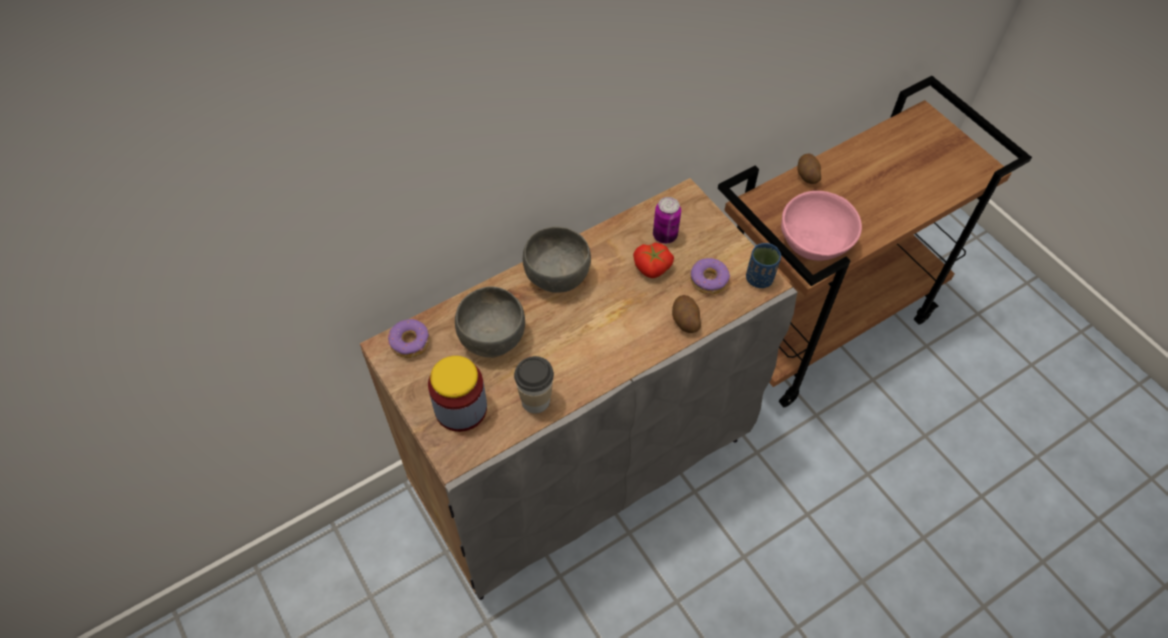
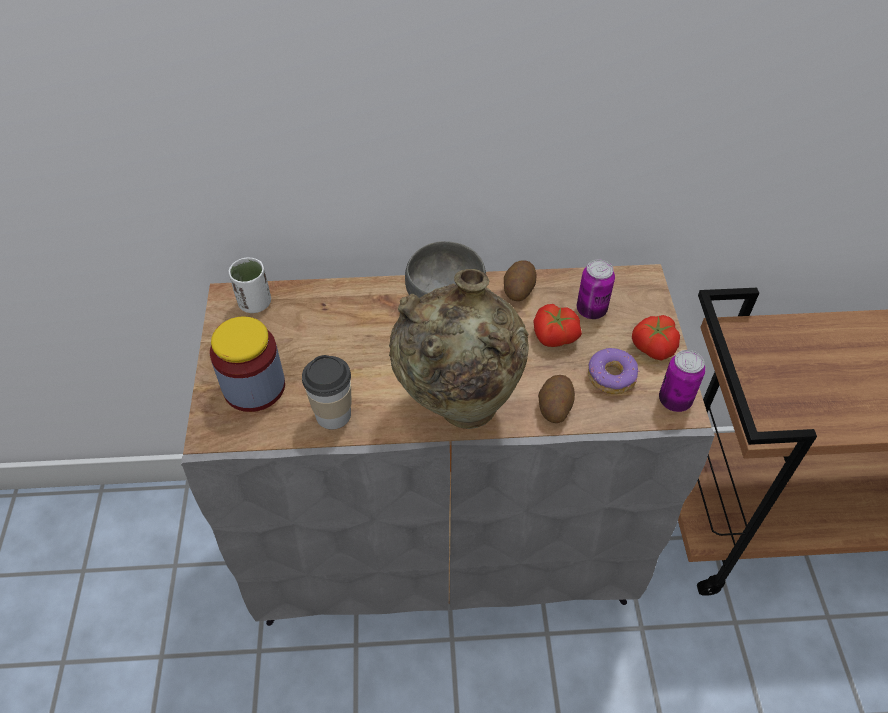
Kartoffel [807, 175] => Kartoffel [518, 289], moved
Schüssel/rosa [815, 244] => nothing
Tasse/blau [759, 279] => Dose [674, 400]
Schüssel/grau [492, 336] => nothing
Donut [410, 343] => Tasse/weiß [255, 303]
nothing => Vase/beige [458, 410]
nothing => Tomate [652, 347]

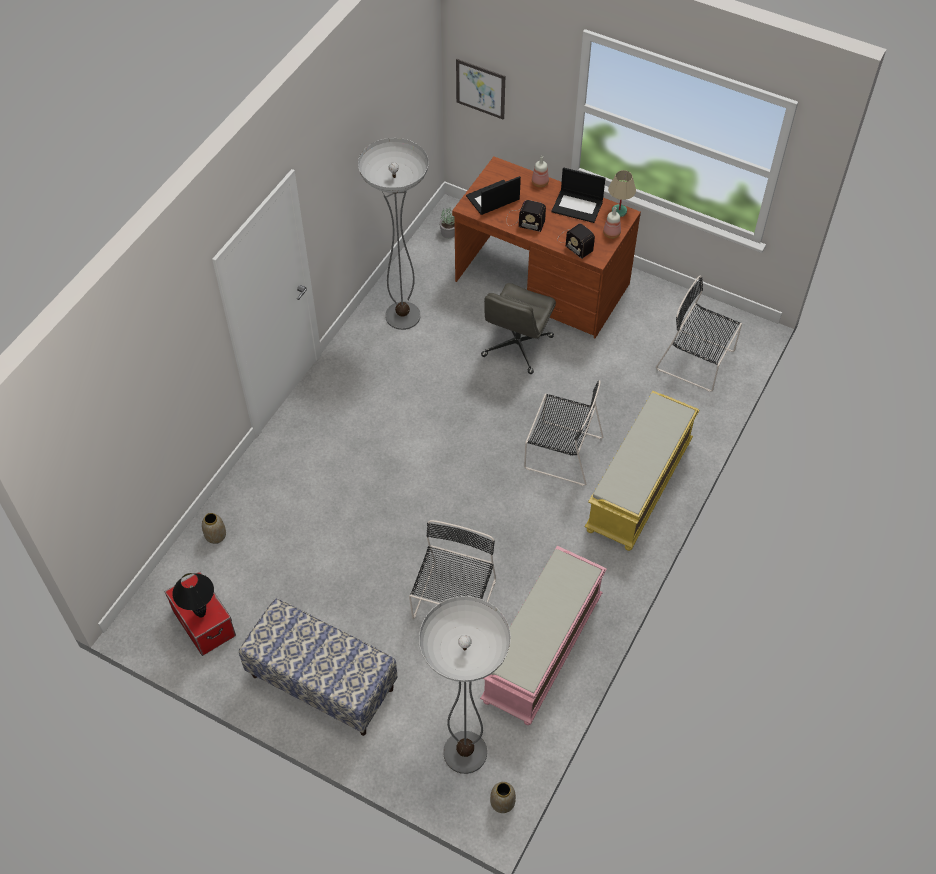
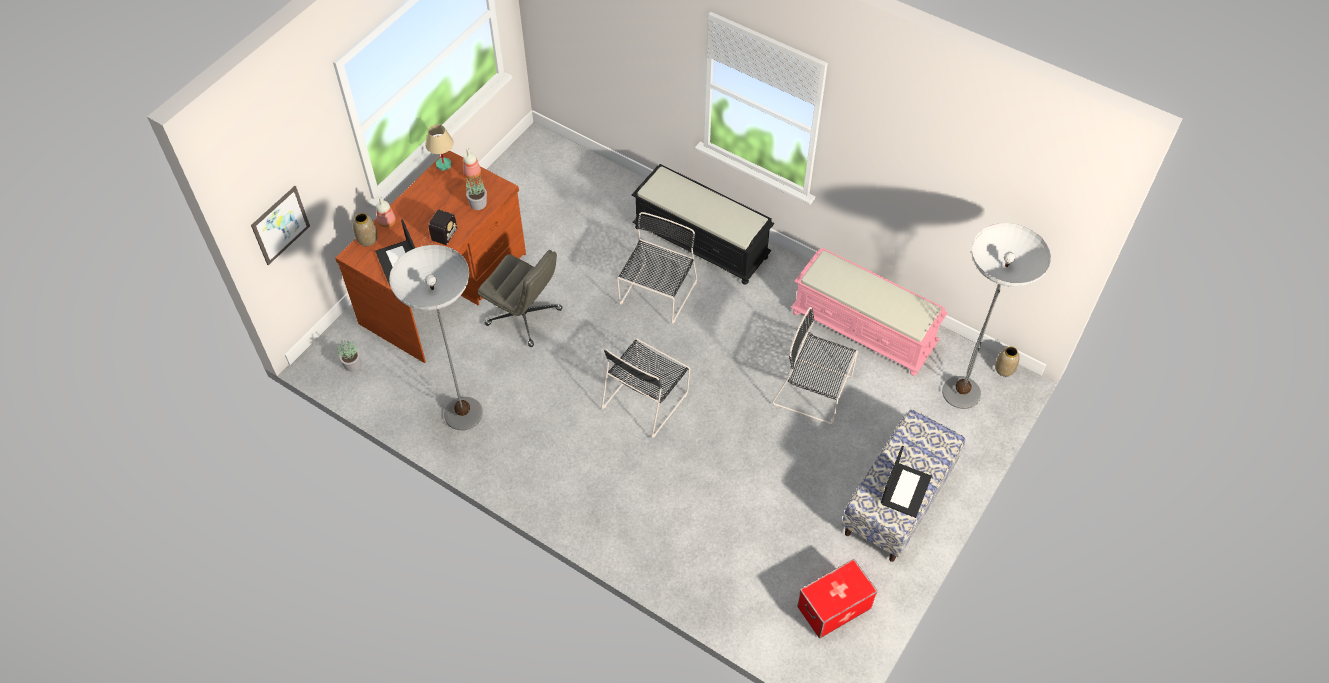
Laptop [578, 206] => Laptop [905, 489], moved
Radio [574, 242] => Topfpflanze [478, 203]
Stuhl/schwarz [697, 361] => Stuhl/schwarz [646, 398], moved
Bank/gelb [639, 487] => Bank/schwarz [702, 242]
Vase [215, 536] => Vase [367, 240], moved
Tischlampe/schwarz [201, 614] => nothing

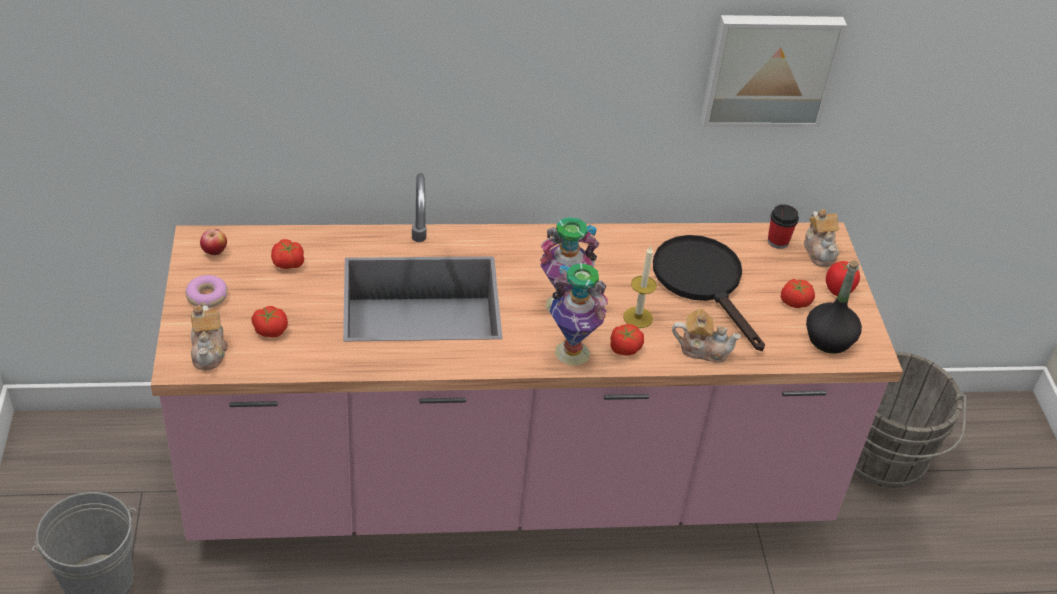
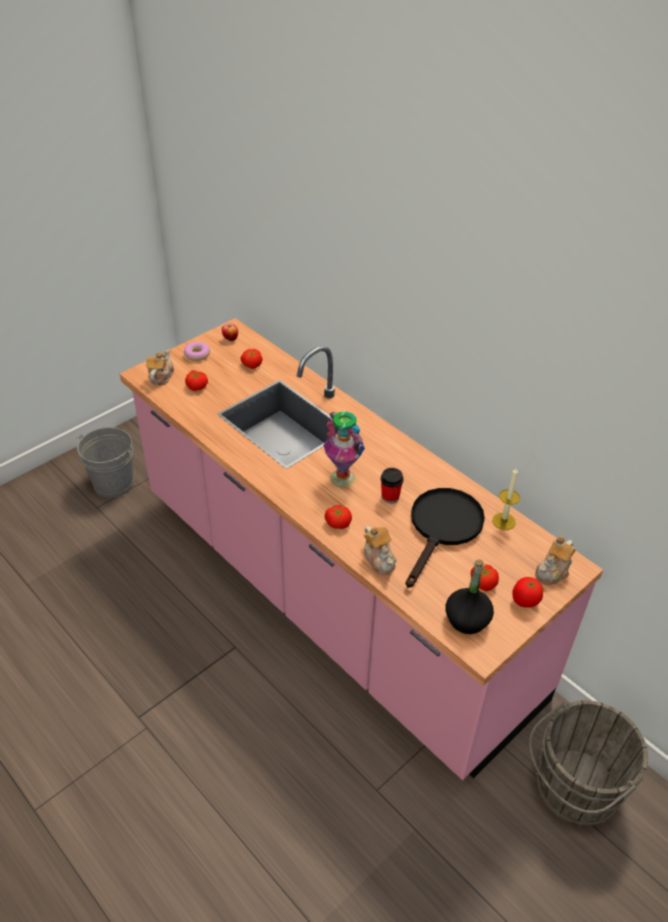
Bild [770, 68] => nothing
Tasse [778, 241] => Tasse [390, 497], moved
Kerze [638, 317] => Kerze [503, 521], moved
Vase [571, 353] => nothing
Teekanne [209, 350] => Teekanne [161, 376], 150 degrees clockwise

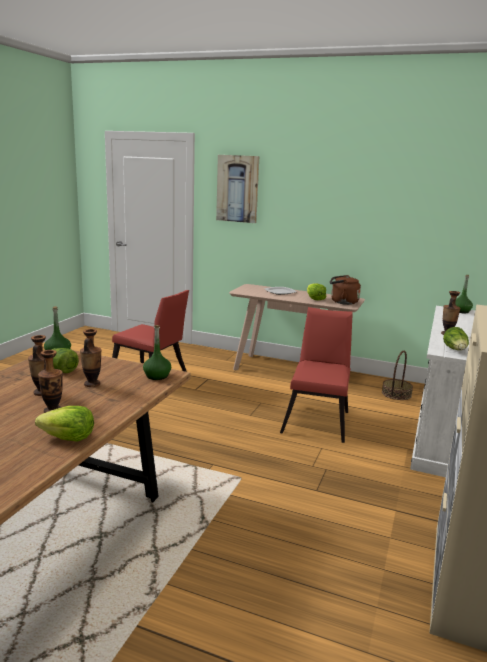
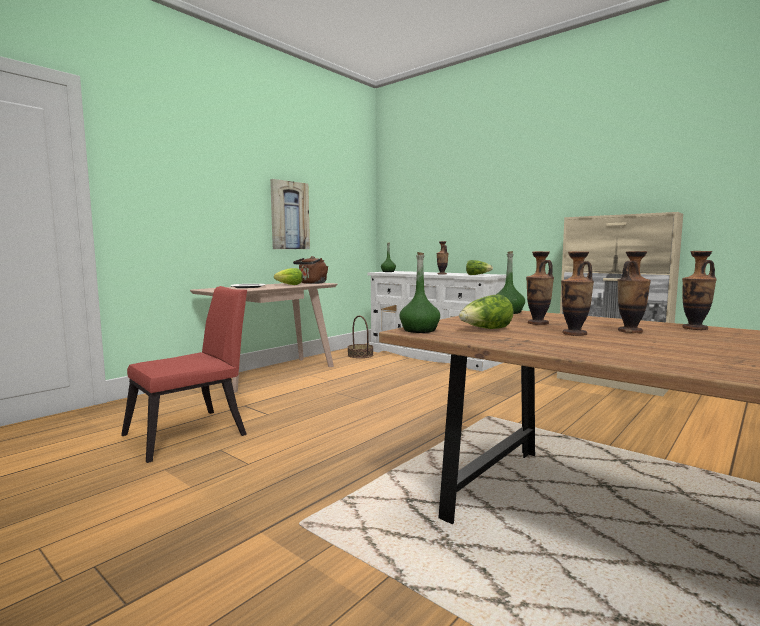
Bild [237, 189] => Bild [289, 215], moved
Stuhl/rot [317, 419] => nothing
Salatkopf [68, 438] => Vase [694, 328]

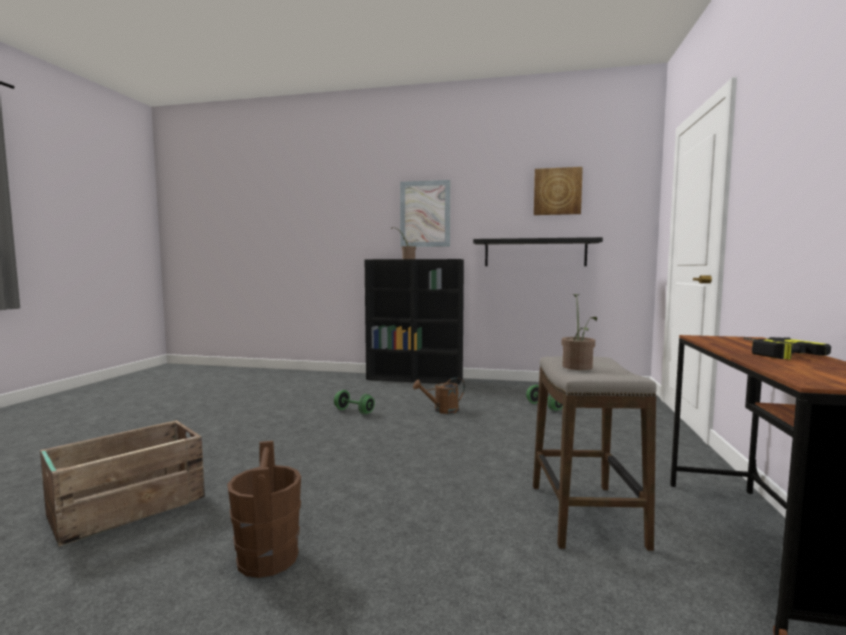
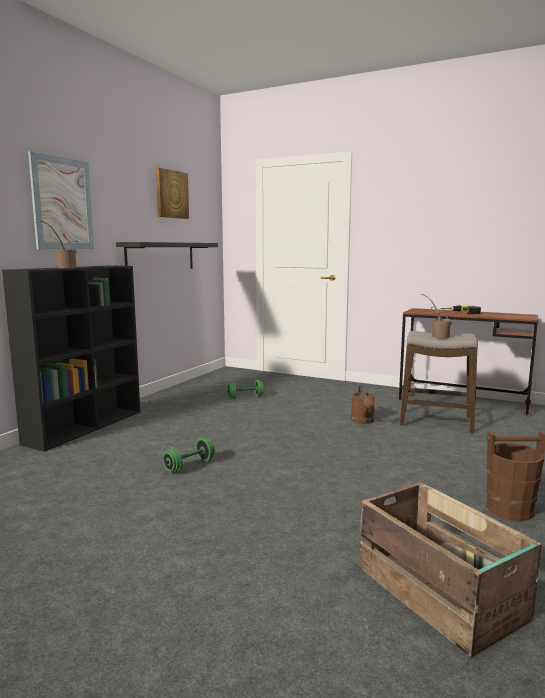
Gießkanne/braun [442, 410] => Gießkanne/braun [363, 421], moved

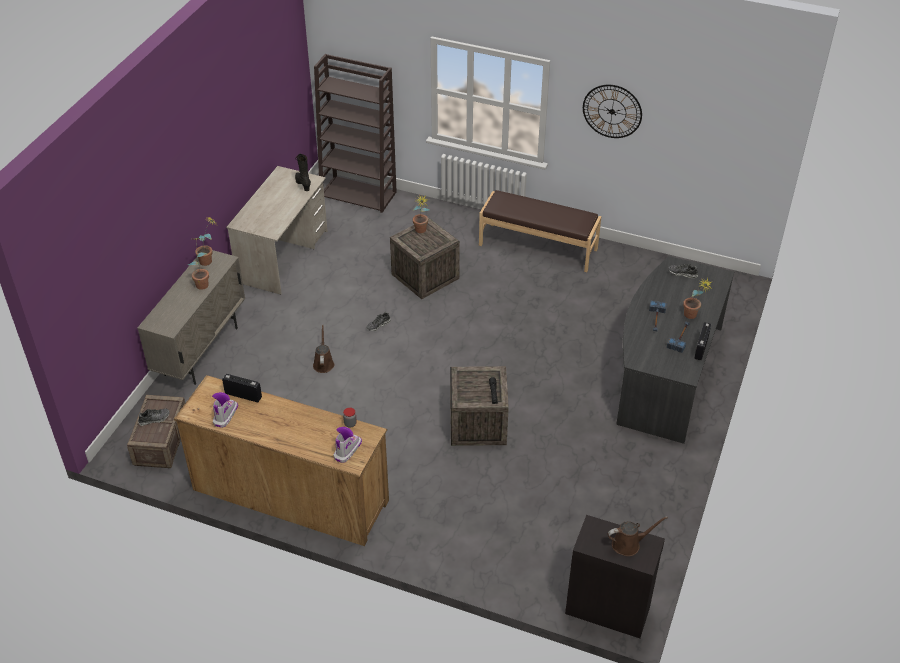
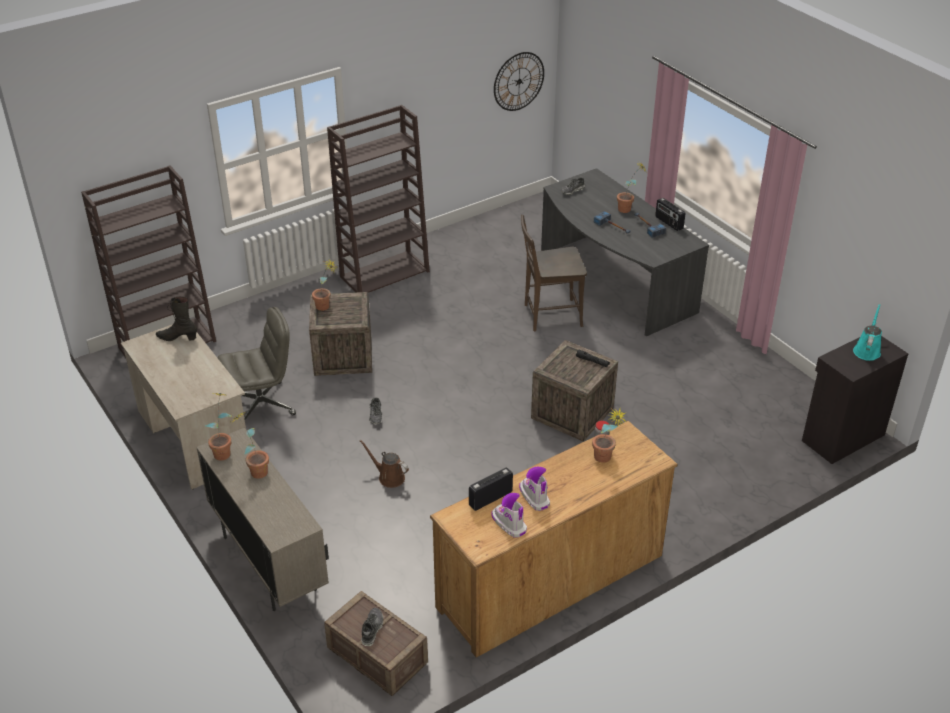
Wanduhr [612, 111] => Wanduhr [519, 81], moved
Bank/braun [538, 247] => Bücherregal/braun [385, 273]
Stiefel [347, 450] => Stiefel [534, 497], moved
Gießkanne/braun [628, 544] => Gießkanne/türkis [867, 350]
nothing => Stuhl/braun [549, 315]
nothing => Bürostuhl/grau [262, 405]
nothing => Topfpflanze [605, 460]

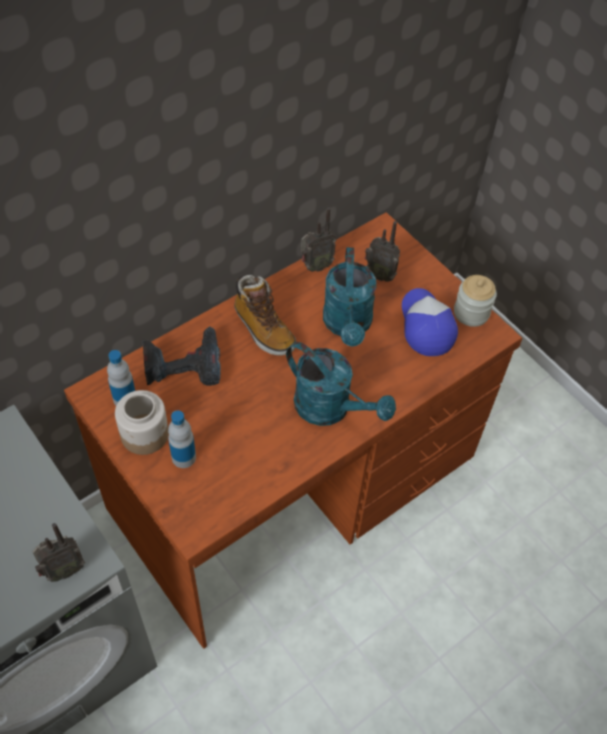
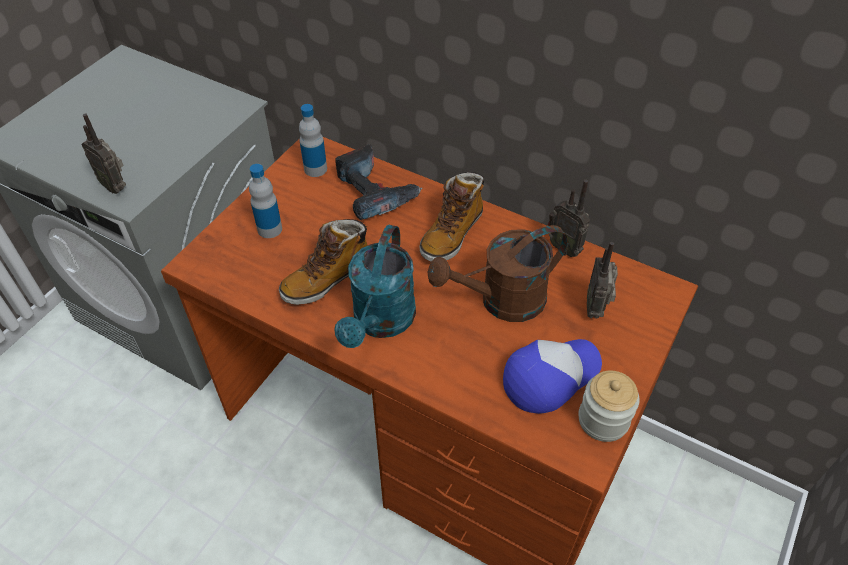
Gießkanne/türkis [348, 325] => Gießkanne/braun [501, 302]
Vorratsglas [145, 434] => nothing
nothing => Stiefel [327, 279]

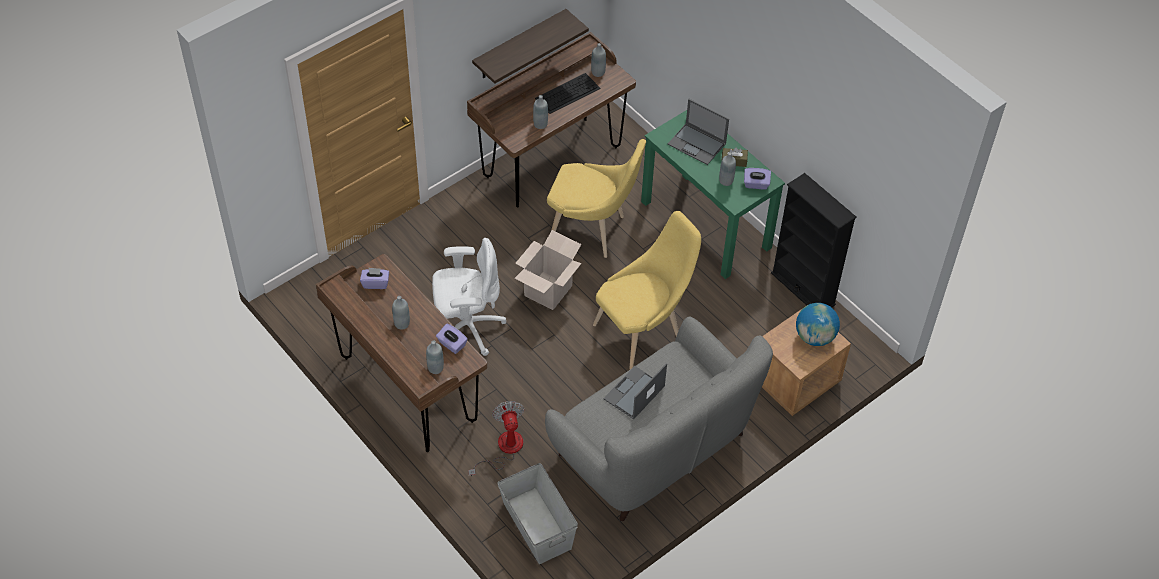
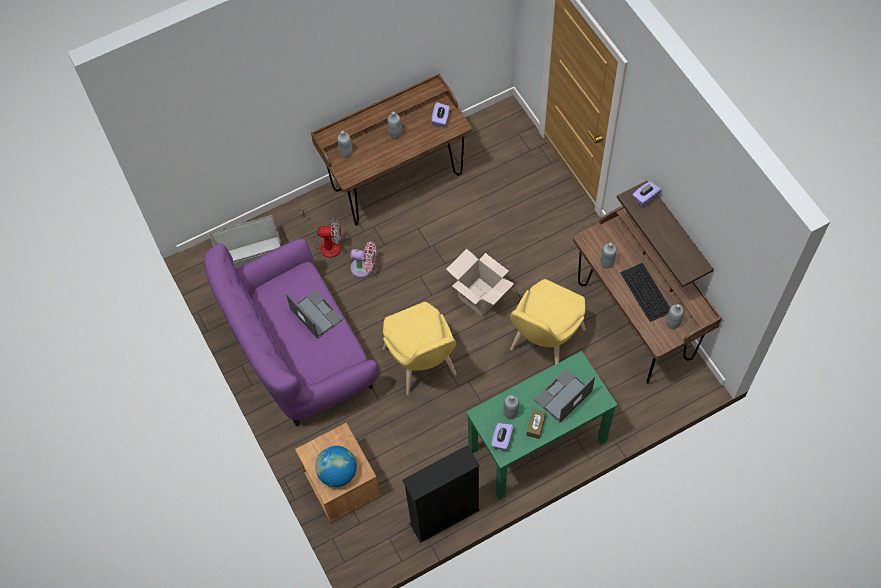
Bürostuhl/weiß [467, 328] => nothing
Sofa/grau [654, 448] => Sofa/lila [300, 353]
Taschentuchbox/lila [452, 344] => Taschentuchbox/lila [645, 198], moved
nothing => Ventilator/rosa [364, 268]

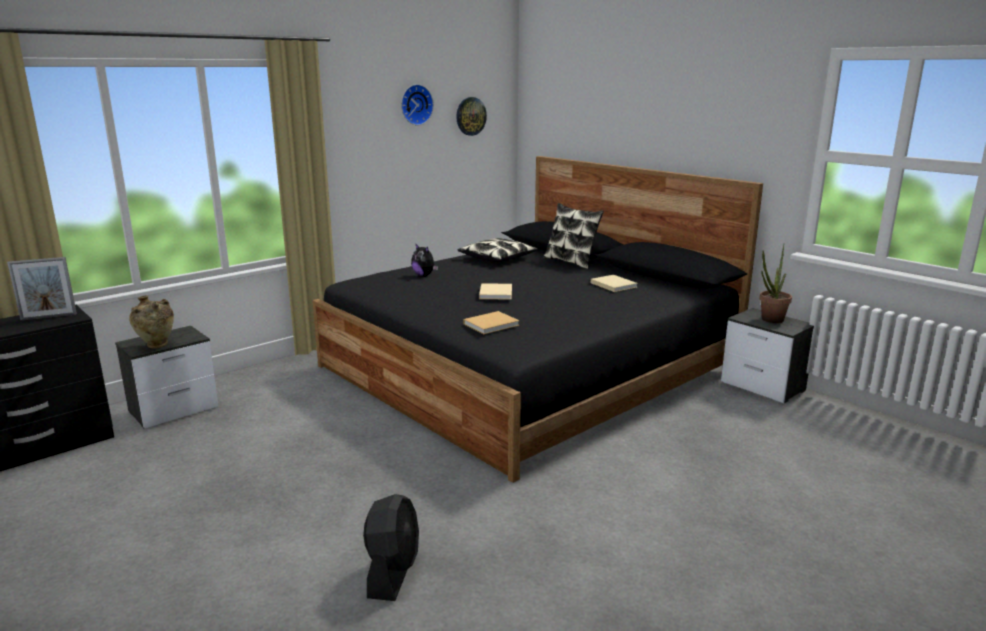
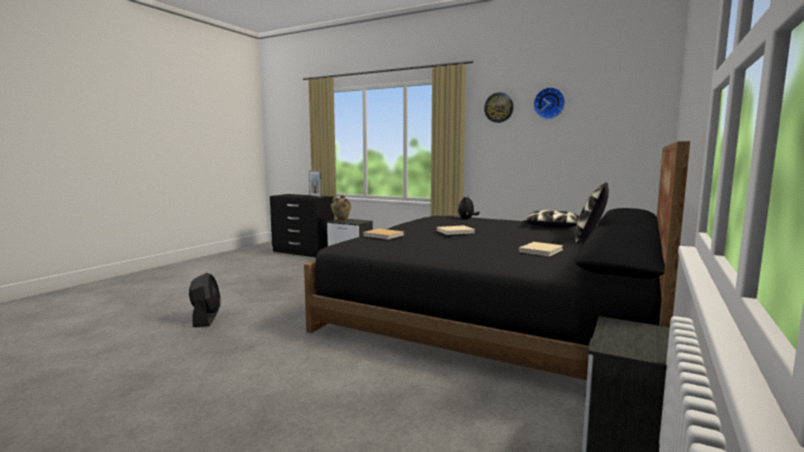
Wanduhr [470, 116] => Wanduhr [499, 107], moved
Topfpflanze [769, 321] => nothing
Ventilator/schwarz [393, 572] => Ventilator/schwarz [206, 318], 90 degrees counterclockwise

